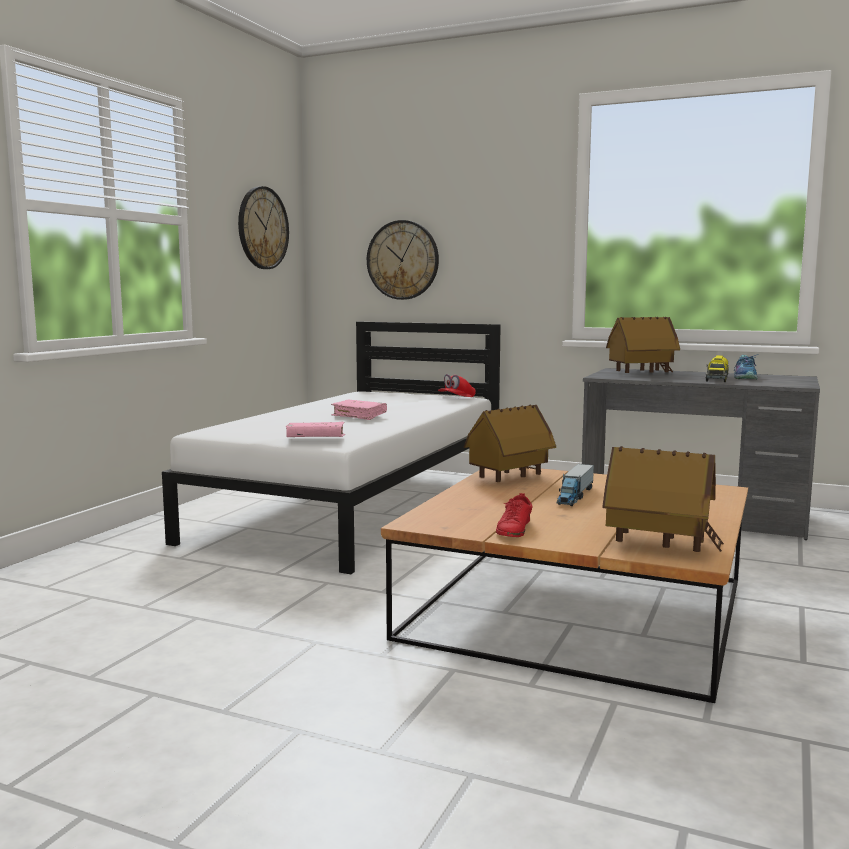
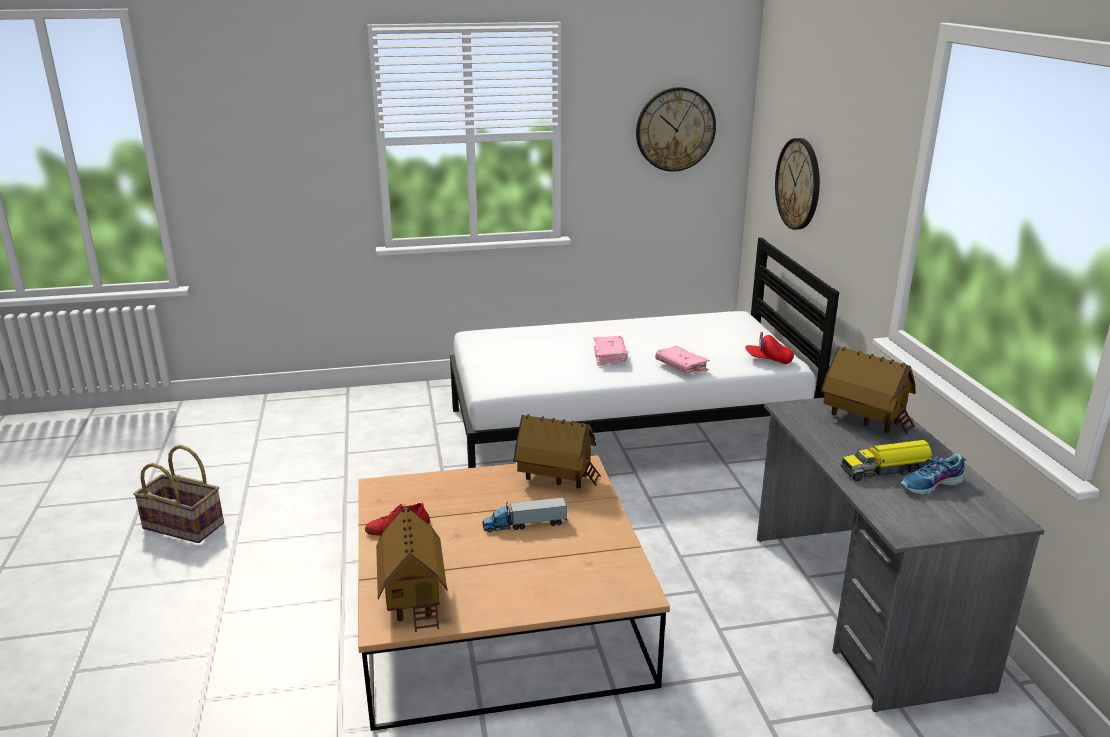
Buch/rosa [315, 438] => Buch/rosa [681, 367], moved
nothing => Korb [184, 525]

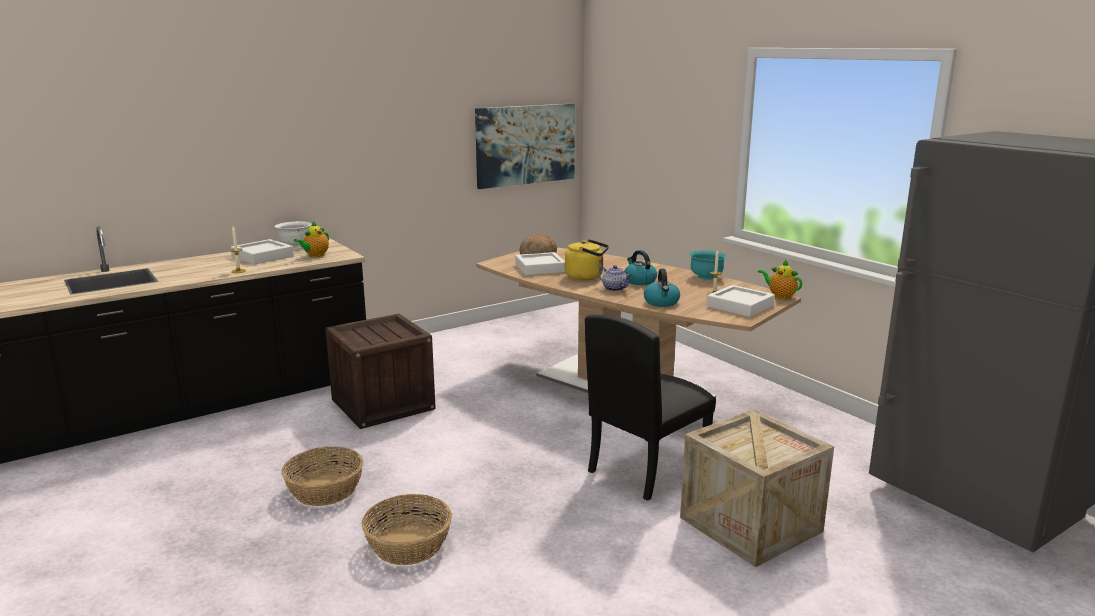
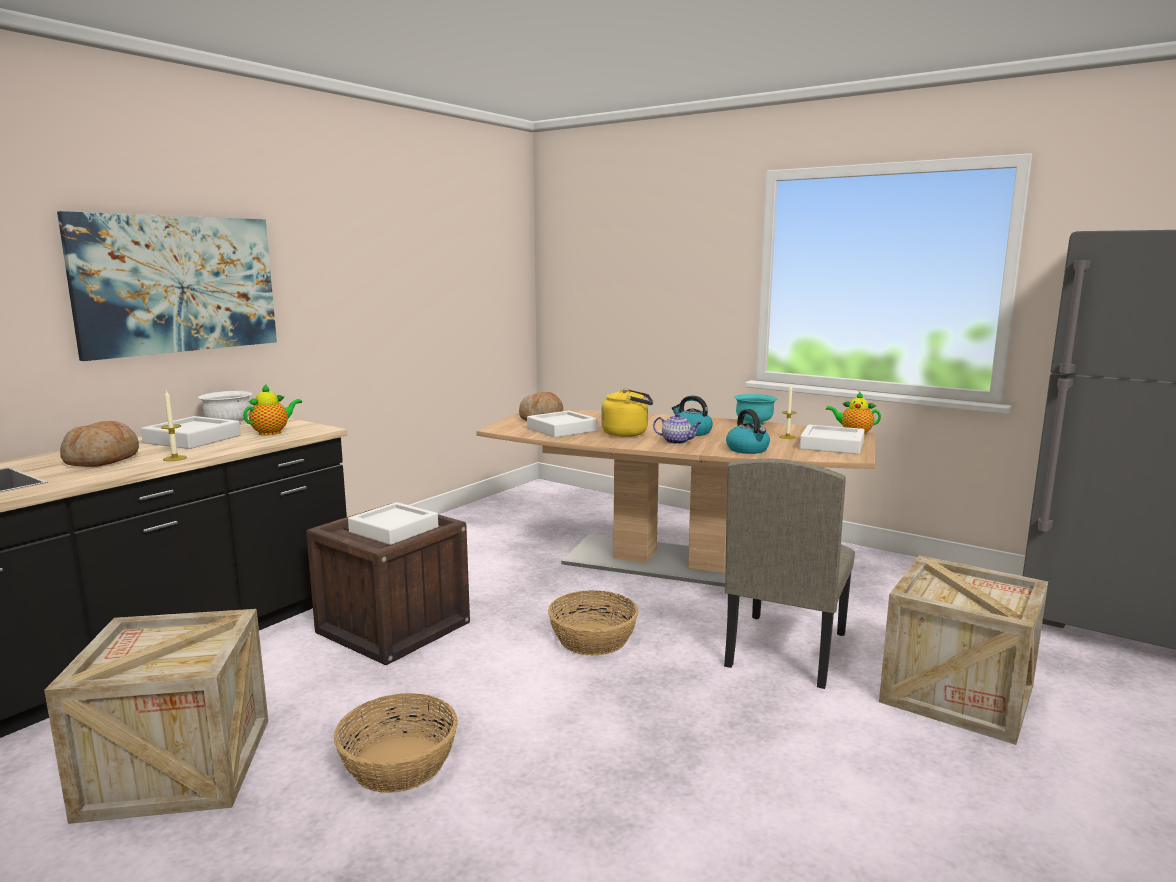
Bild [525, 145] => Bild [177, 284], moved
Teekanne [315, 255] => Teekanne [272, 432], 150 degrees counterclockwise
Stuhl/schwarz [647, 467] => Stuhl/beige [785, 649]
Korb [408, 545] => Korb [592, 639], moved
nothing => Brot [102, 460]
nothing => Tablett/weiß [394, 529]
nothing => Kiste [178, 767]

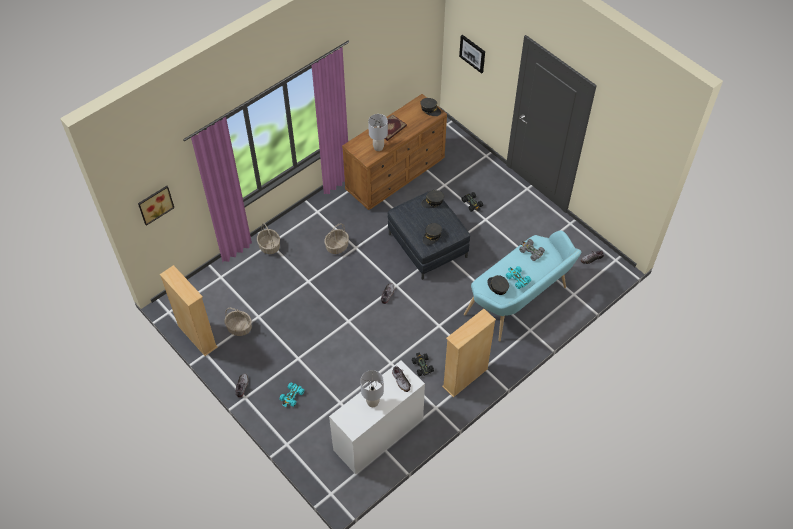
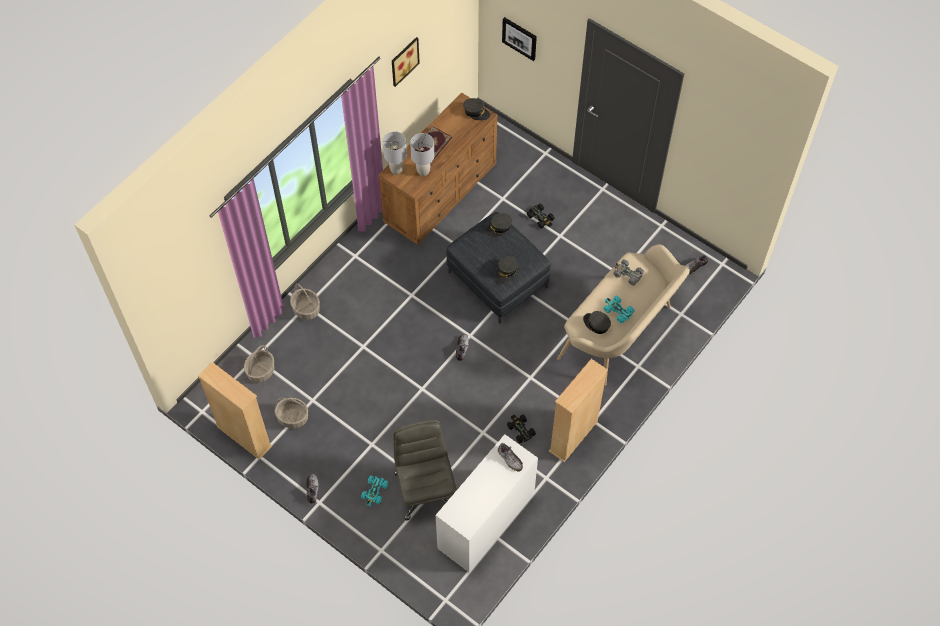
Bild [155, 204] => Bild [403, 60], moved
Korb [337, 246] => Korb [261, 371], moved
Bank/türkis [520, 303] => Bank/beige [620, 334]
Tischlampe/grau [373, 402] => Tischlampe/grau [396, 169], moved
nothing => Bürostuhl/grau [425, 490]

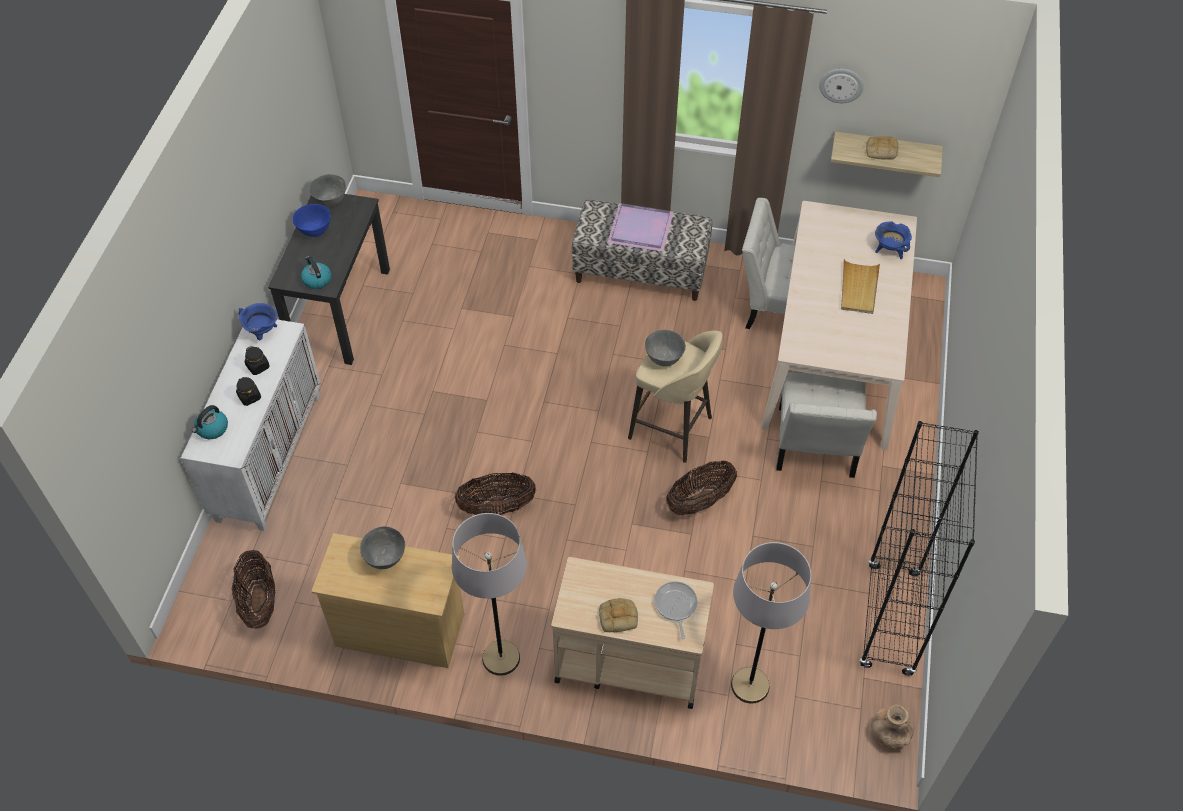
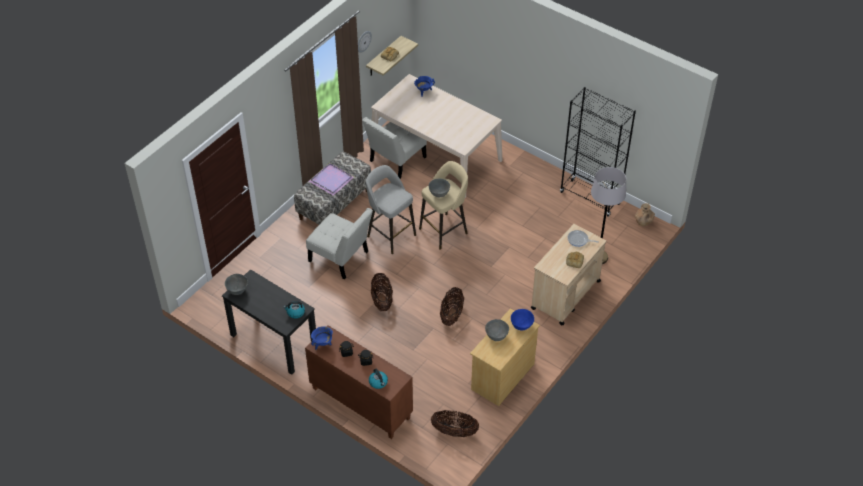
Schüssel/blau [315, 231] => Schüssel/blau [521, 326], moved
Tablett/beige [858, 288] => nothing
Schrank/weiß [268, 456] => Schrank/braun [360, 403]
Stuhl/weiß [815, 447] => Stuhl/weiß [341, 258], moved
Korb [699, 501] => Korb [382, 301], moved
Stehlampe/grau [501, 658] => nothing
nothing => Hocker/grau [390, 235]

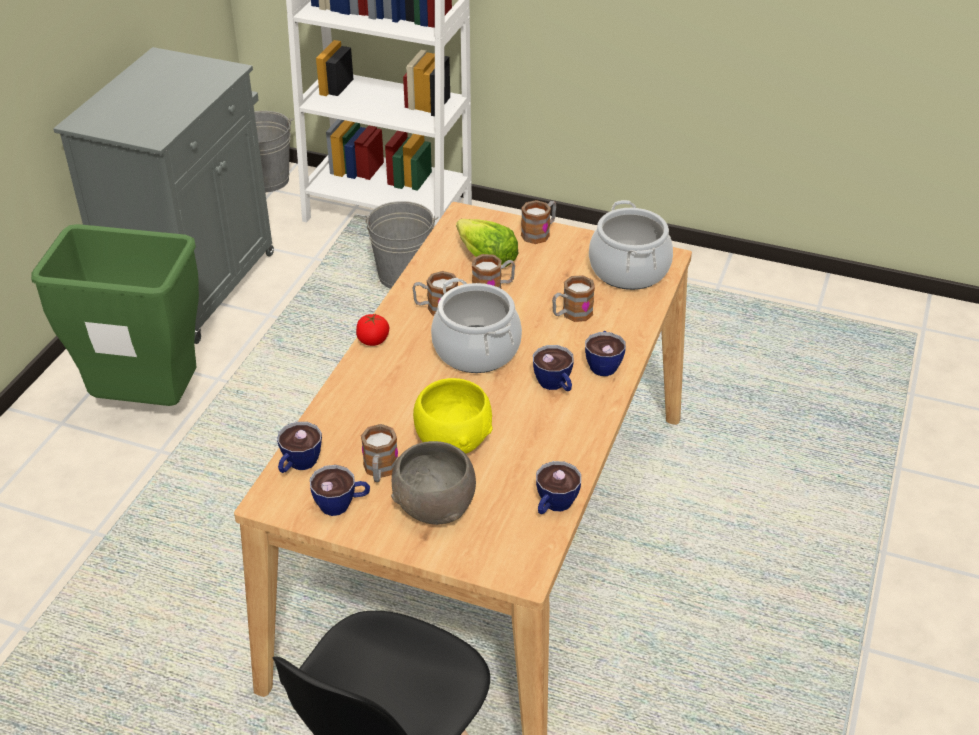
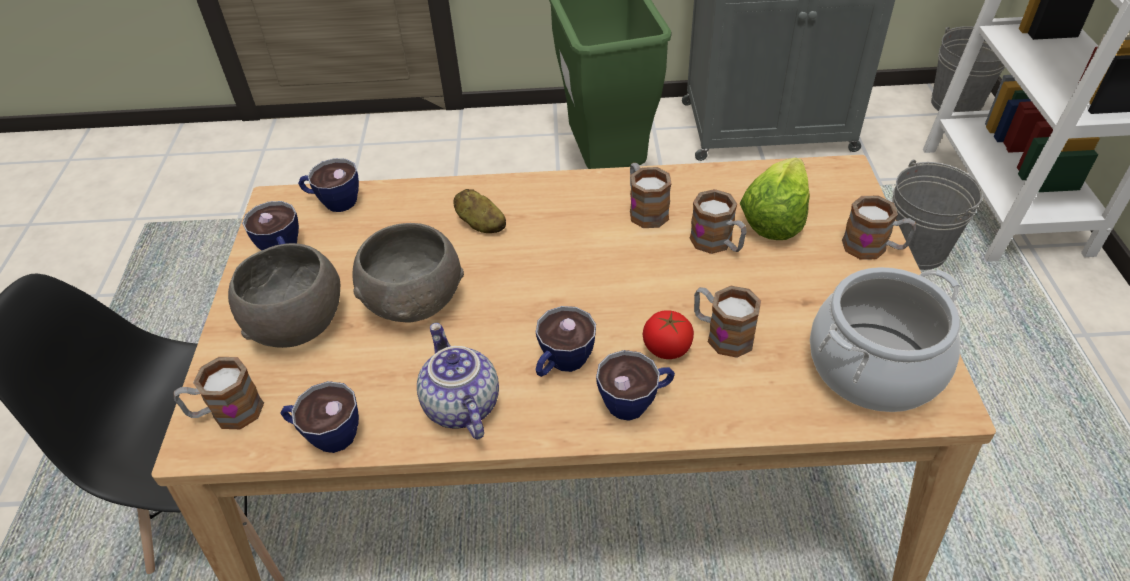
Kochtopf [476, 349] => nothing
Tomate [373, 340] => Tomate [666, 348], moved
Schüssel/gelb [454, 440] => Schüssel/grau [414, 302]
Henkelbecher [380, 471] => Henkelbecher [227, 413], moved
nothing => Kartoffel [480, 224]
nothing => Teekanne [459, 406]

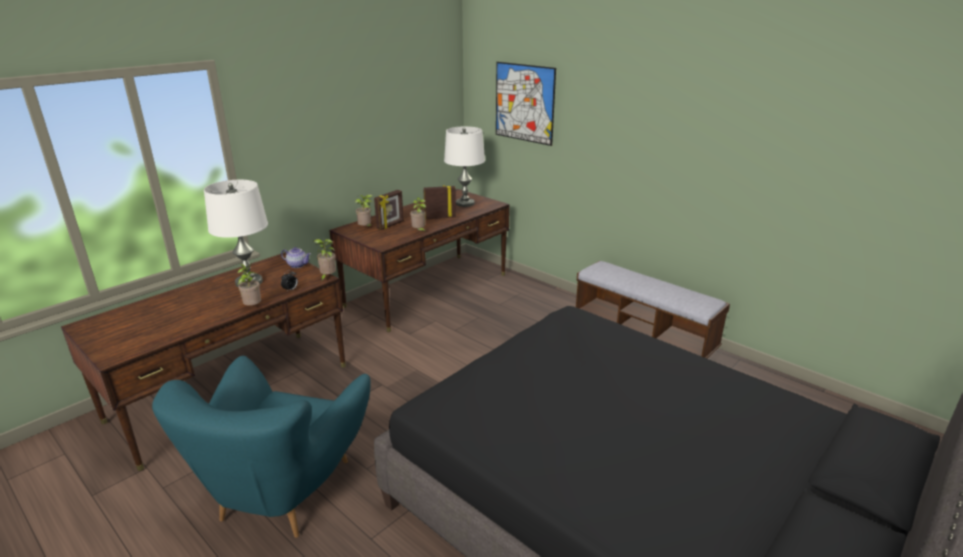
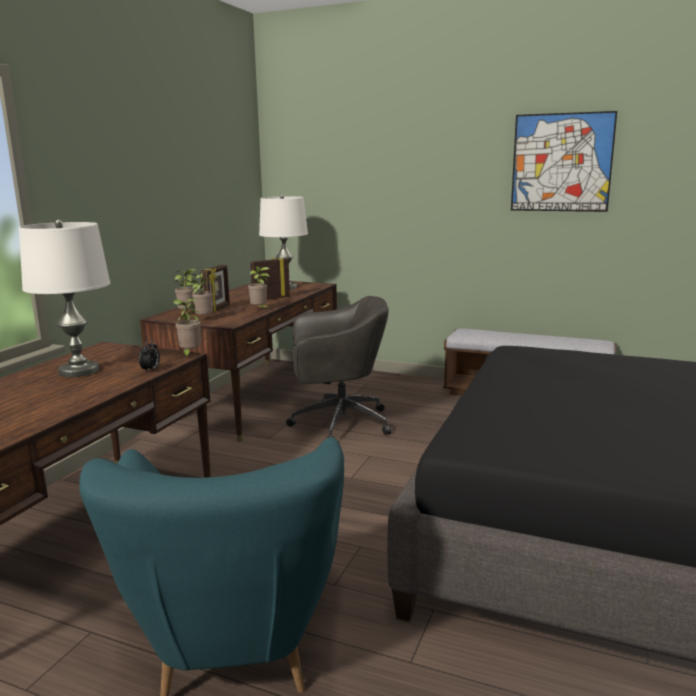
Bild [524, 103] => Bild [561, 163], moved
Teekanne [298, 265] => nothing
Topfpflanze [253, 307] => Topfpflanze [203, 319], moved
nothing => Bürostuhl/grau [338, 423]

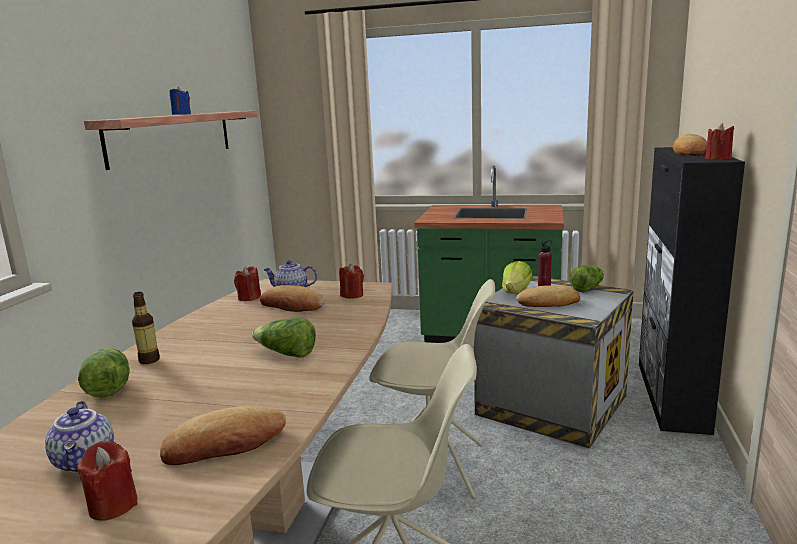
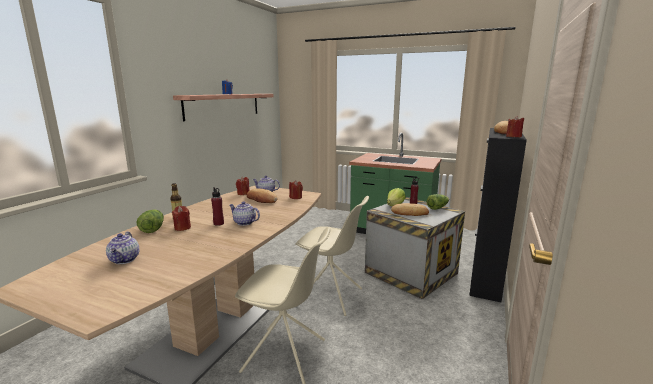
Salatkopf [286, 354] => Teekanne [244, 223]
Brot [225, 444] => nothing
Kerze/rot [113, 505] => Kerze/rot [182, 228], moved
nothing => Flasche/rot [218, 223]

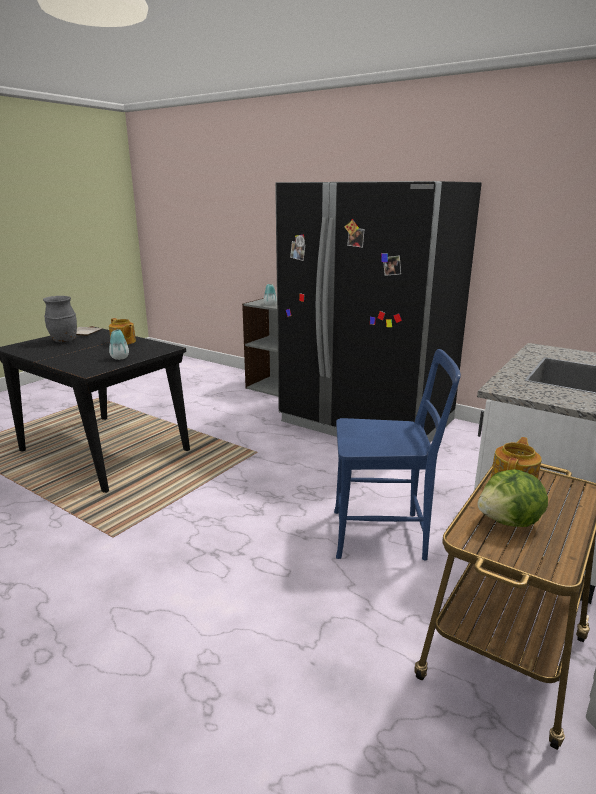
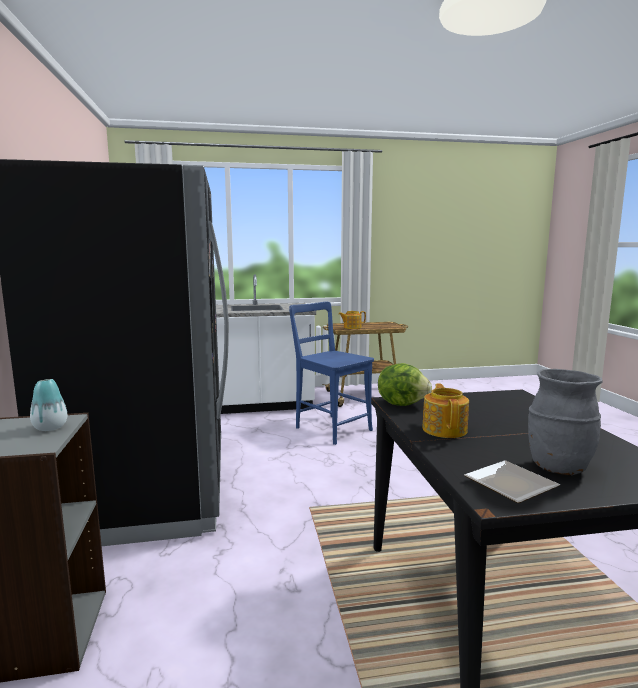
Vase [120, 358] => nothing
Salatkopf [509, 522] => Salatkopf [402, 403], moved

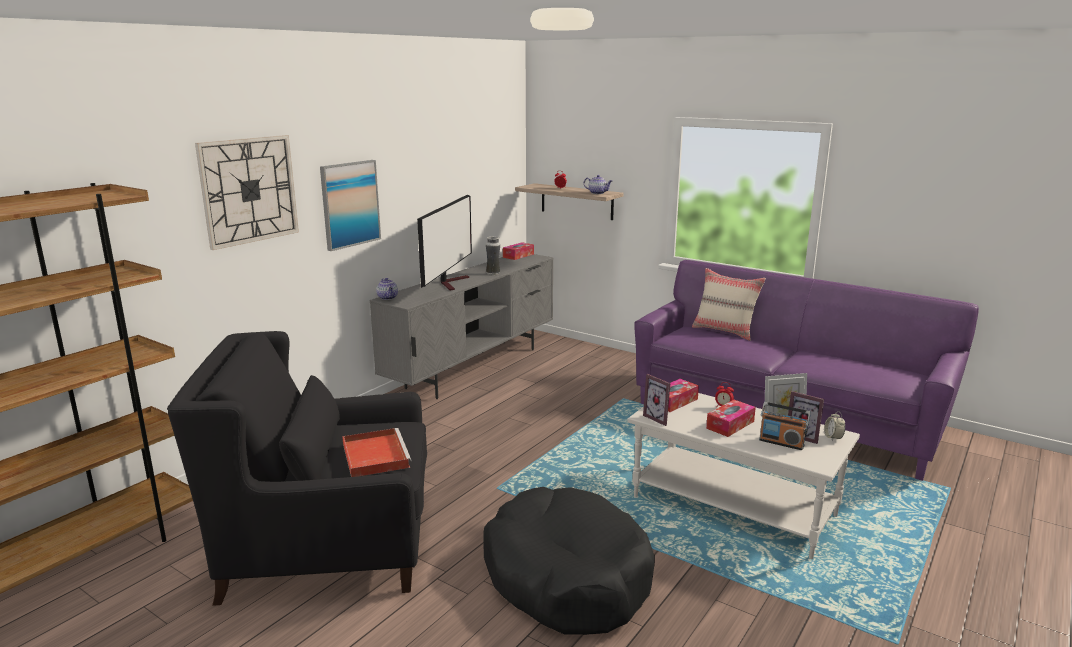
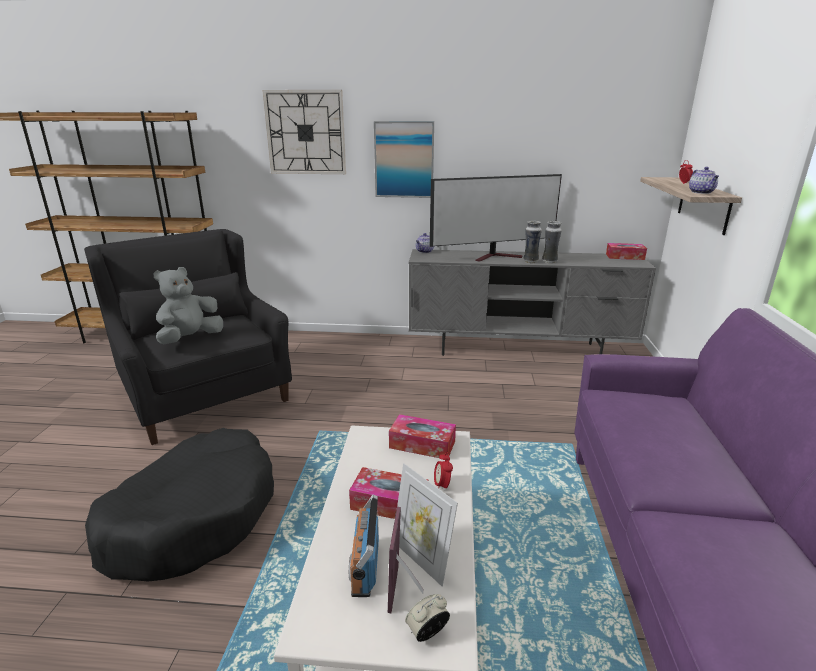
Kissen/beige [725, 331] => nothing
Bilderrahmen [659, 418] => nothing
Tablett/rot [374, 455] => Plüschtier/grau [190, 338]
nothing => Vase [530, 261]

